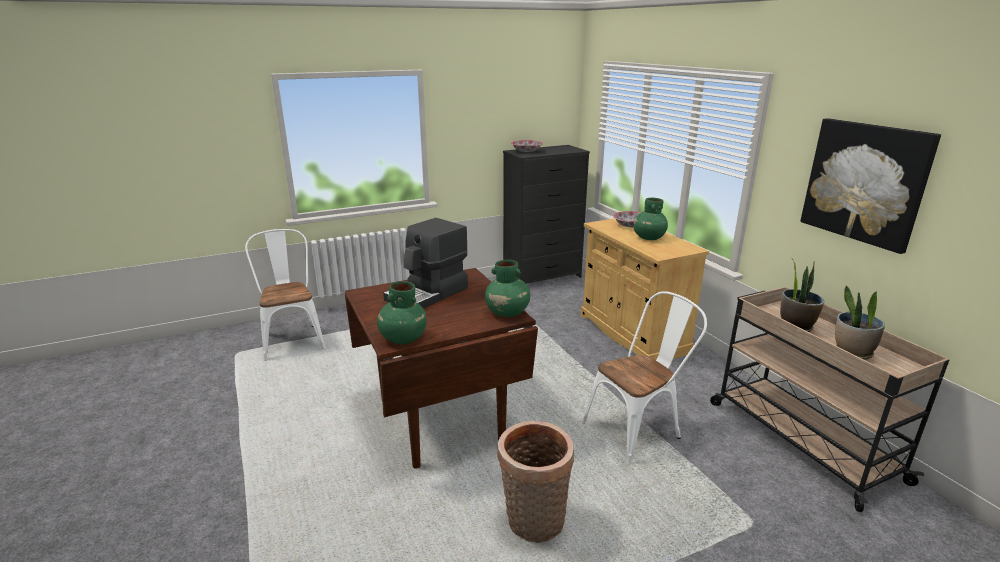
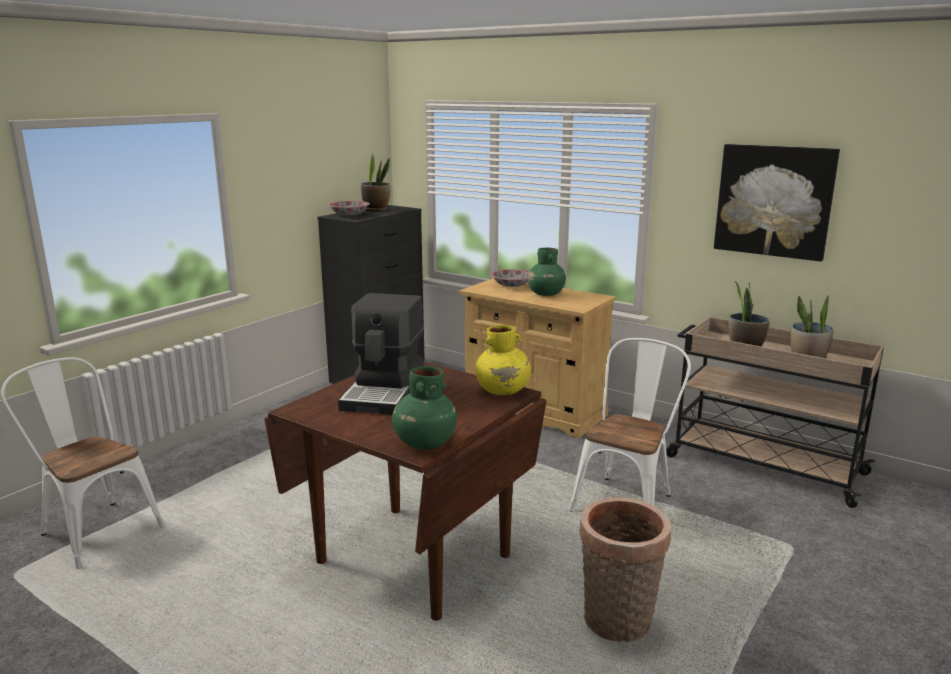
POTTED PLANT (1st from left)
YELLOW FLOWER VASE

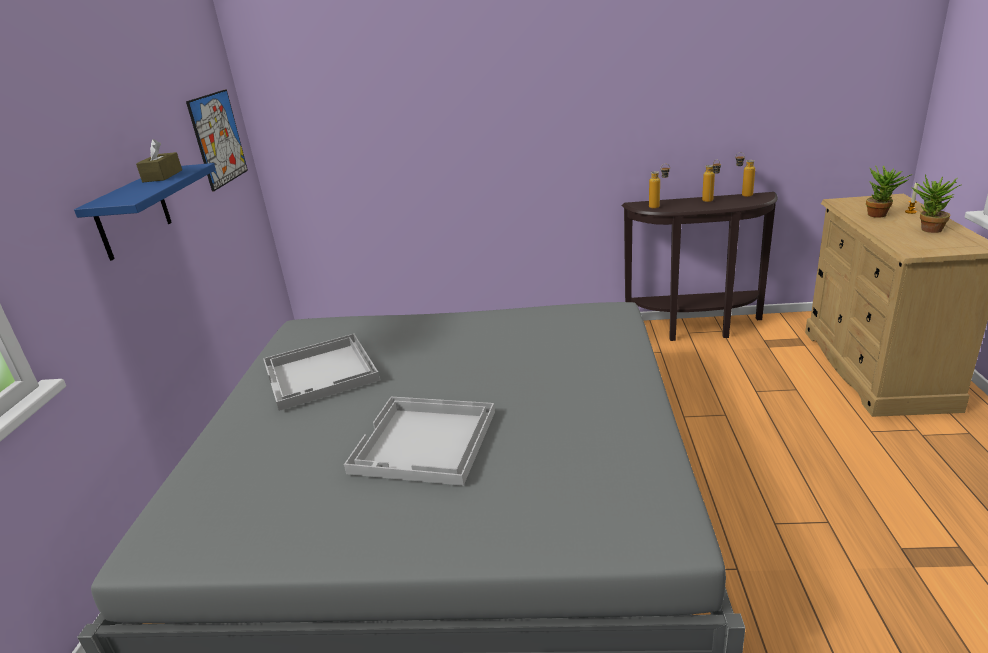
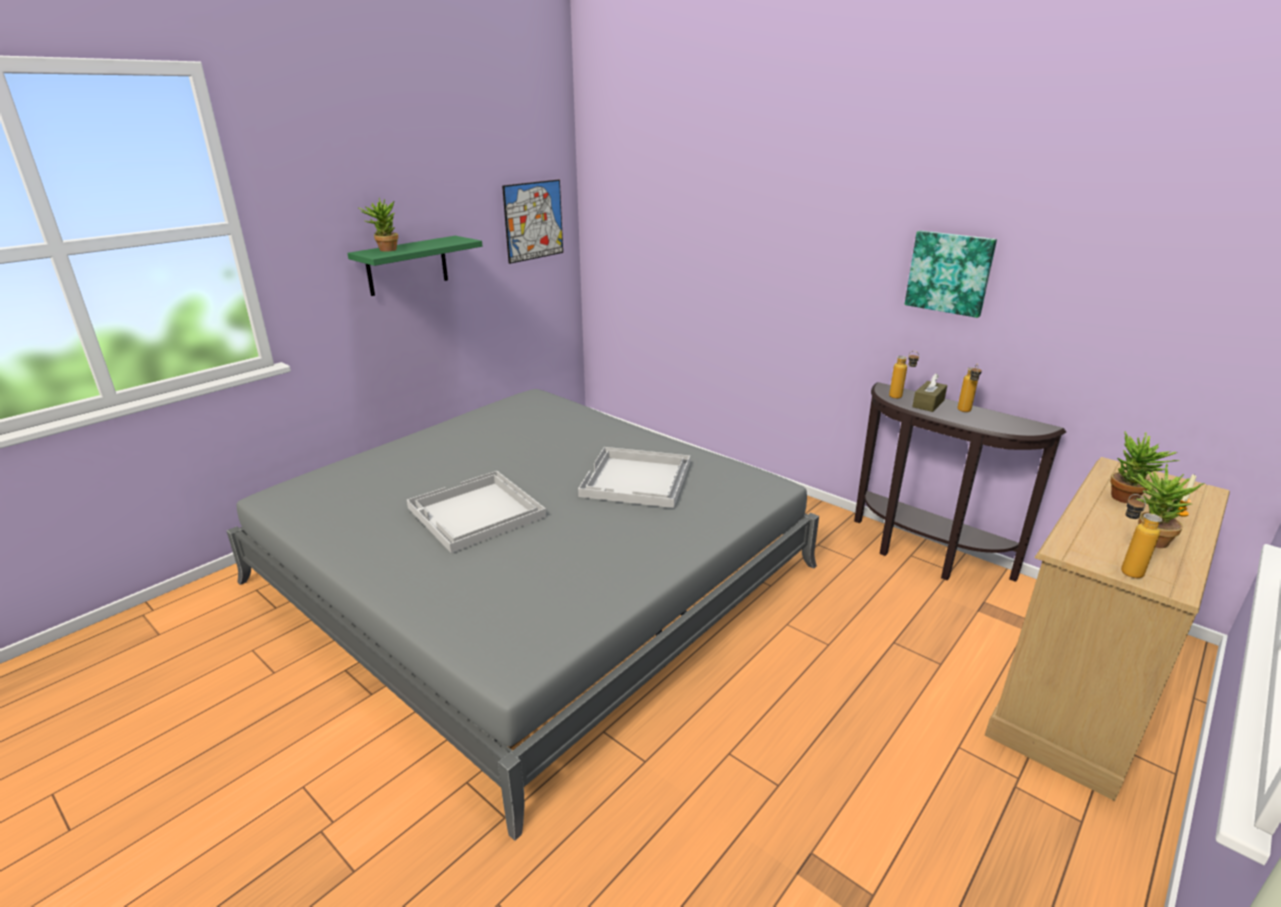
GREEN-COLOURED WALL SHELF
POTTED PLANT (1st from left)
WHITE SERVING TRAY (2nd from left)
WALL PICTURE (2nd from left)
BROWN-COLOURED BOX OF TISSUES
DRINK BOTTLE (3rd from left)

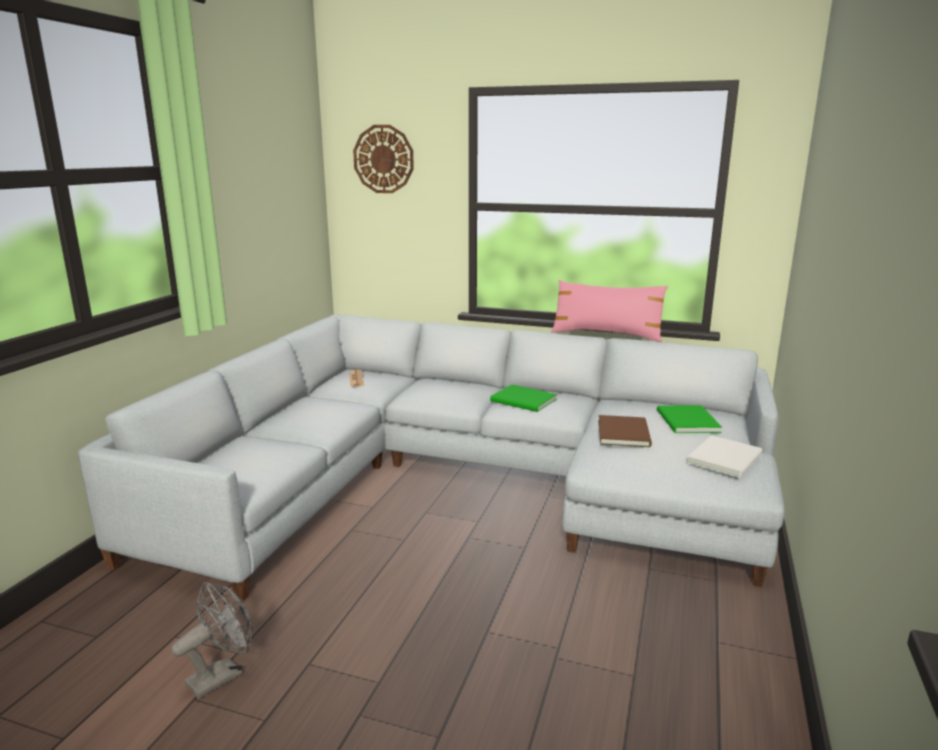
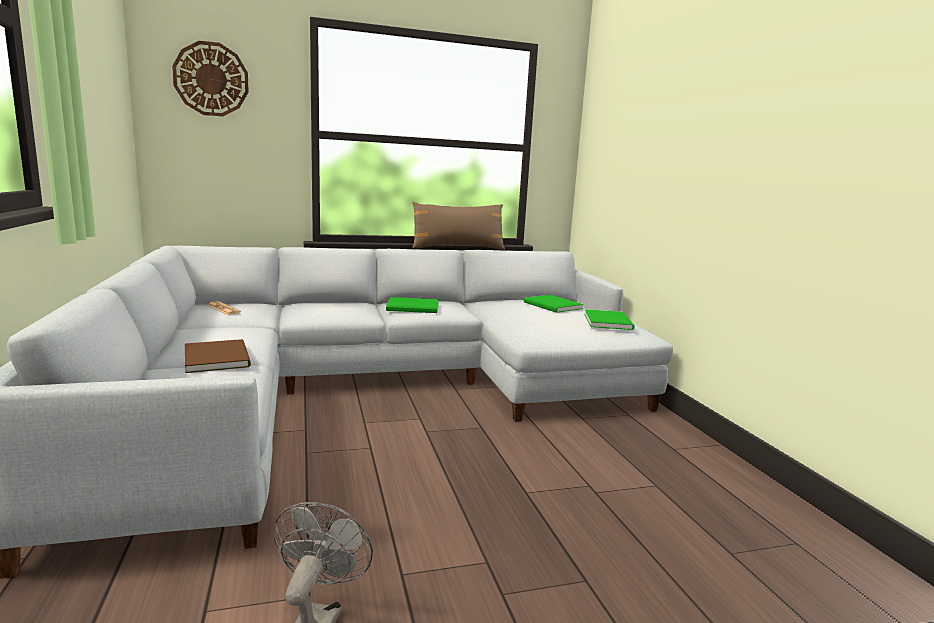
BROWN-COLOURED VOLUME
BROWN-COLOURED THROW PILLOW
GREEN-COLOURED VOLUME (3rd from left)

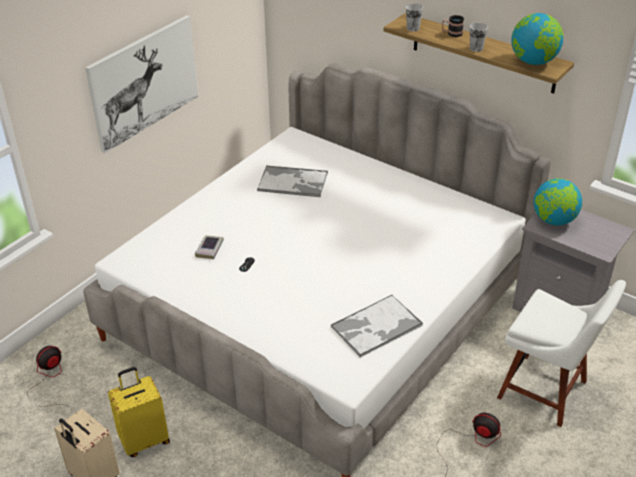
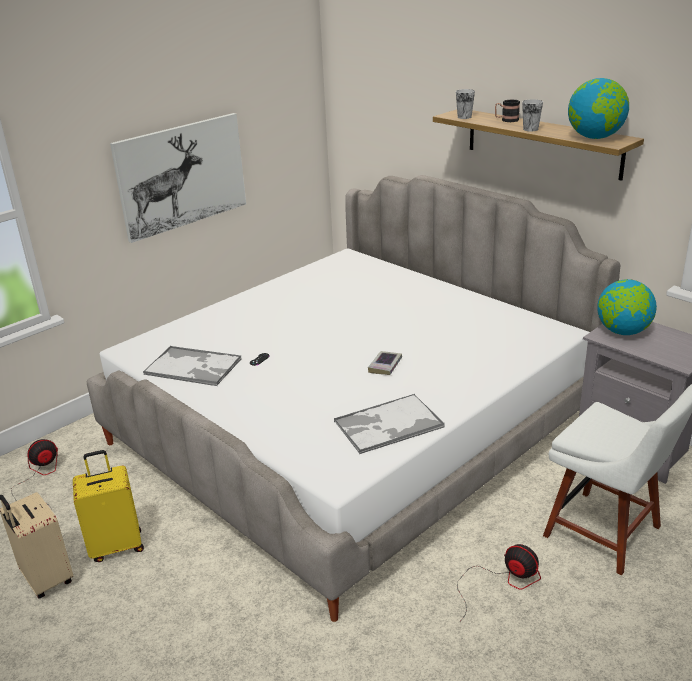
SERVING TRAY (1st from left)
VOLUME

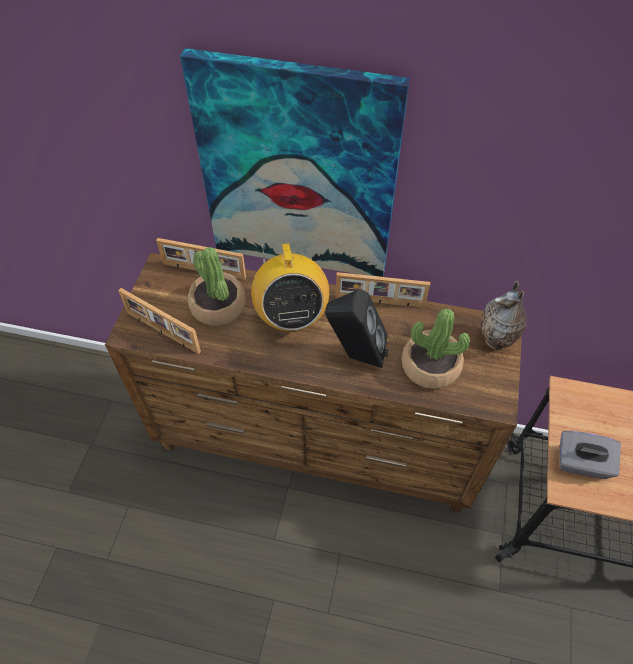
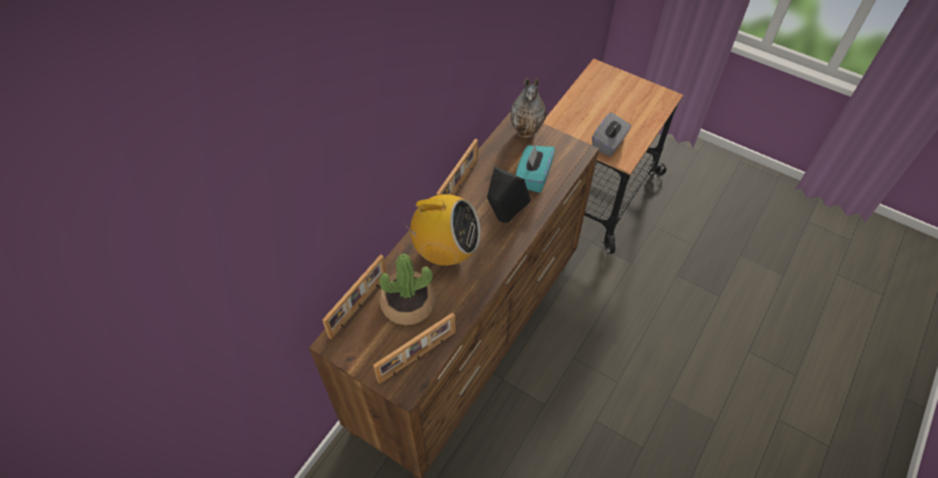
BLUE-GREEN BOX OF TISSUES
WALL PICTURE

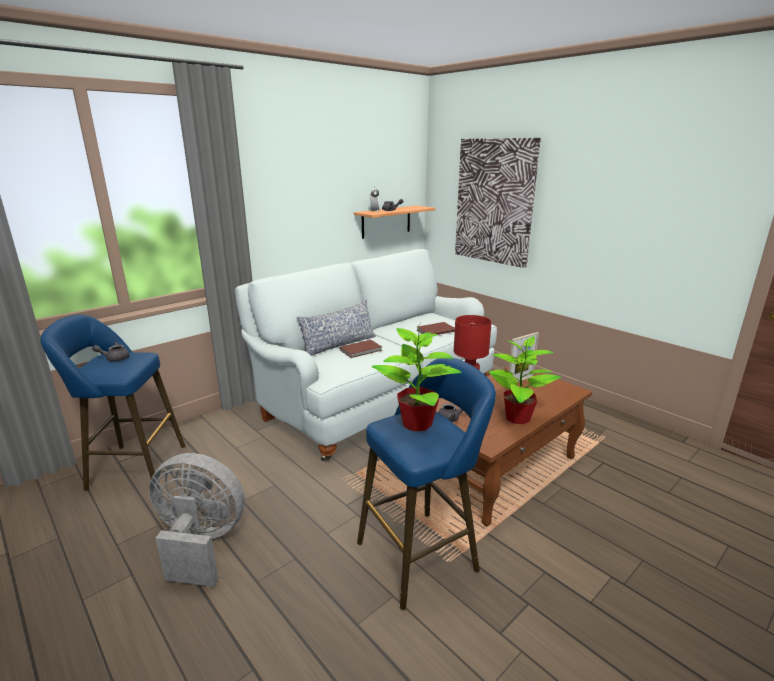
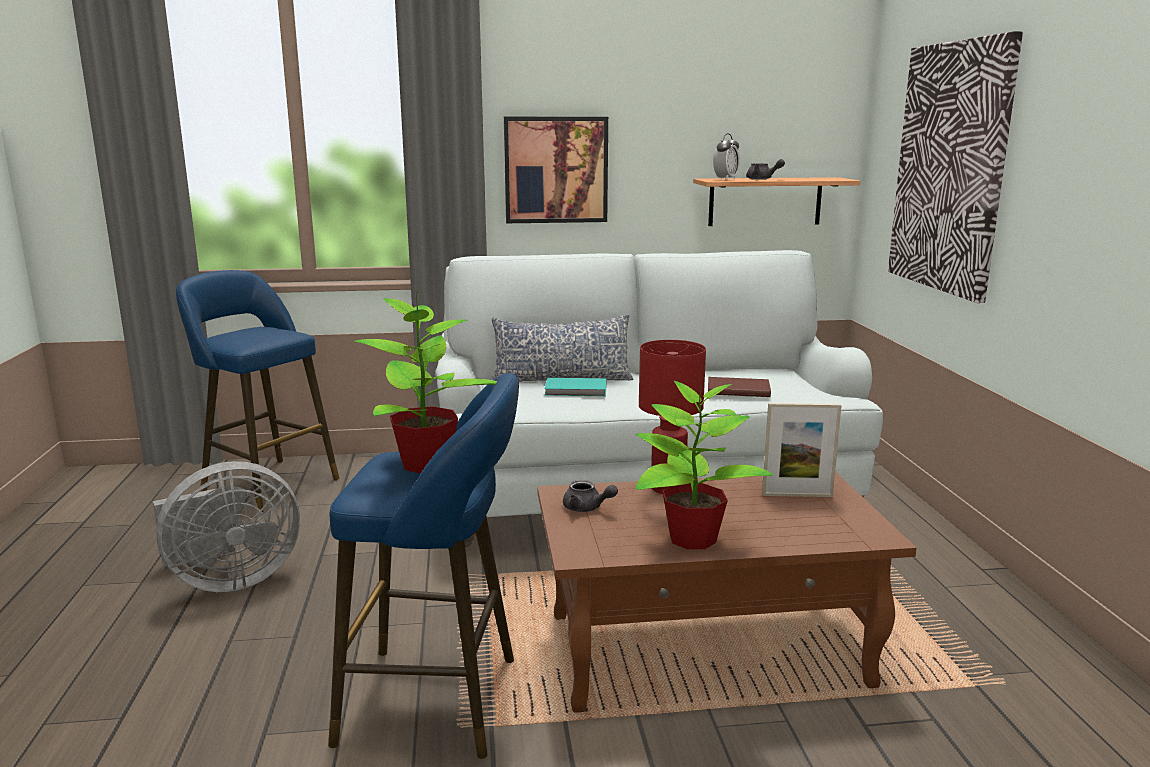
GRAY COOLING FAN
WALL PICTURE (1st from left)
BLUE-GREEN VOLUME
GRAY TEAPOT (1st from left in the first image)

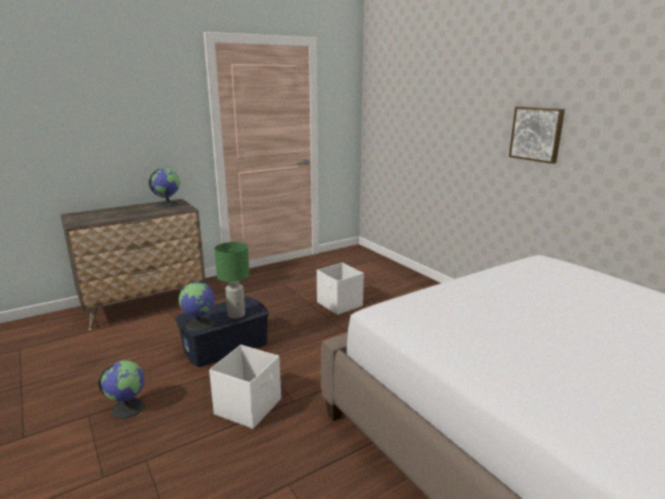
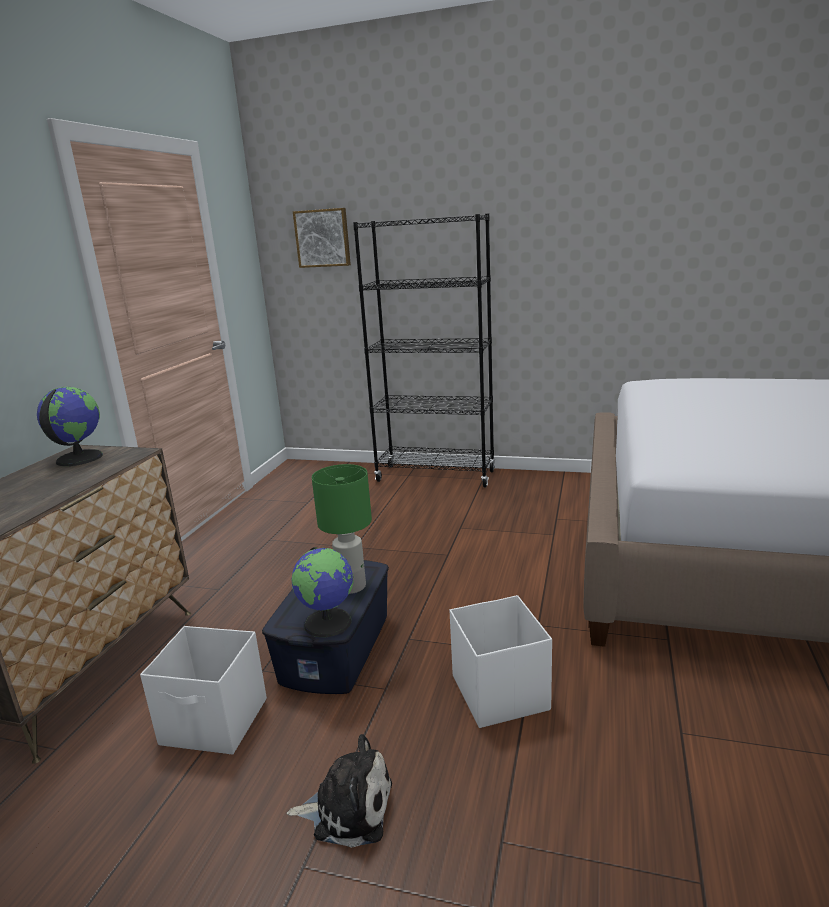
WHITE STORAGE BIN (1st from left)
PLUSH TOY
WALL PICTURE
BLACK-COLOURED SHELVING UNIT

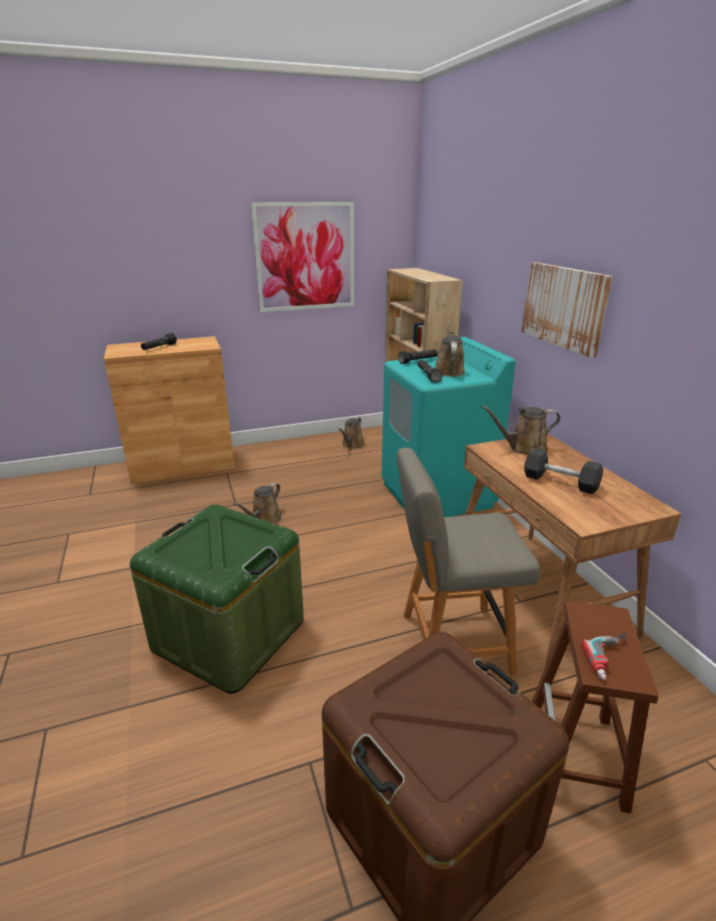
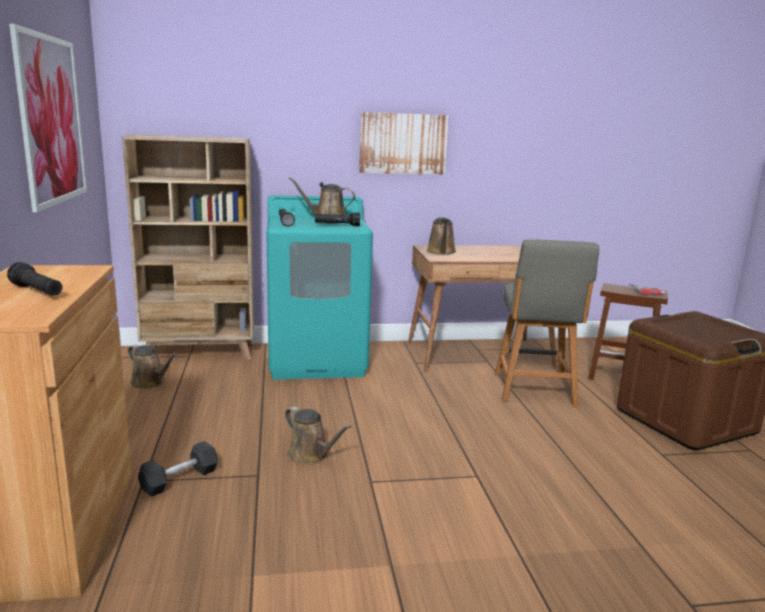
GRAY DUMBBELL
GREEN-COLOURED STORAGE BIN

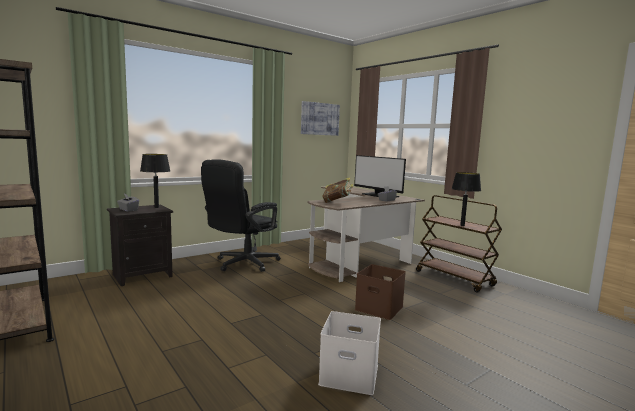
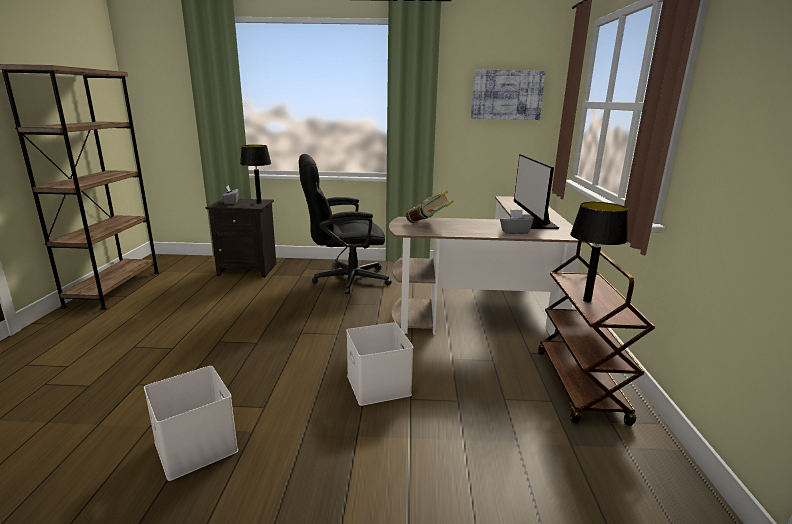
WHITE STORAGE BIN (2nd from left)

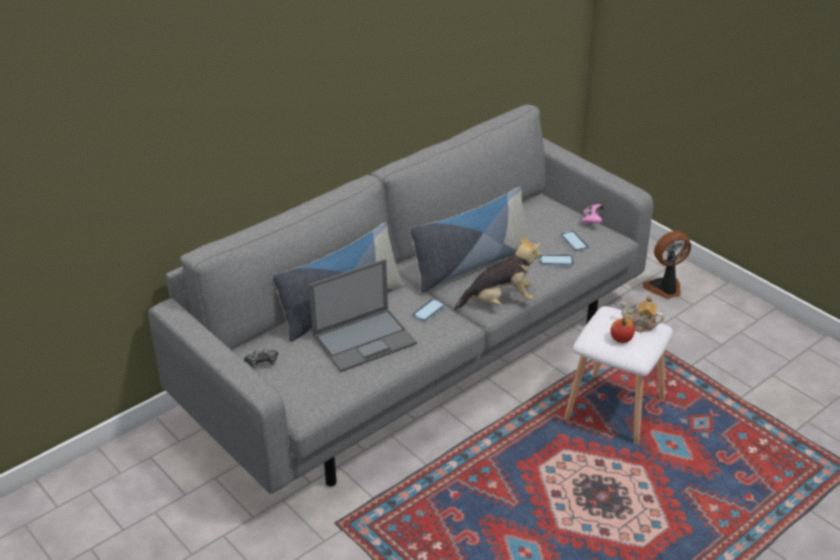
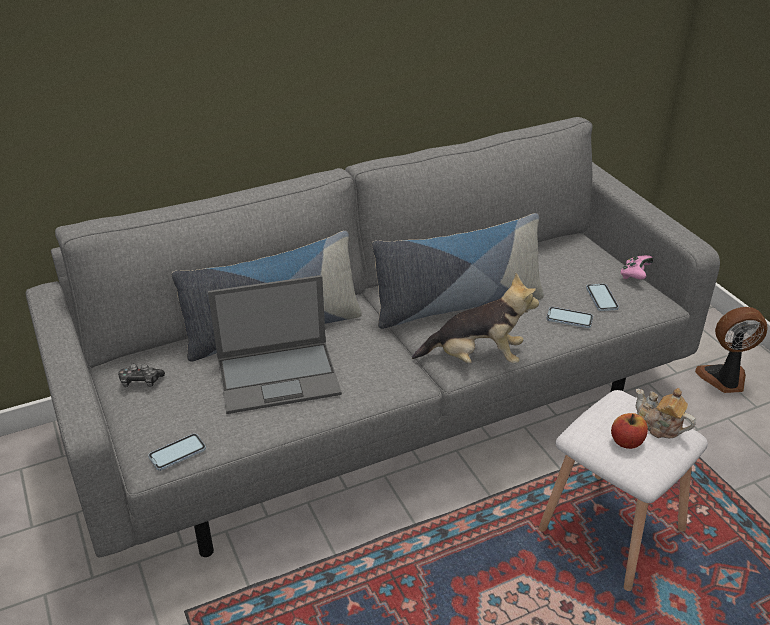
HANDSET (1st from left)

